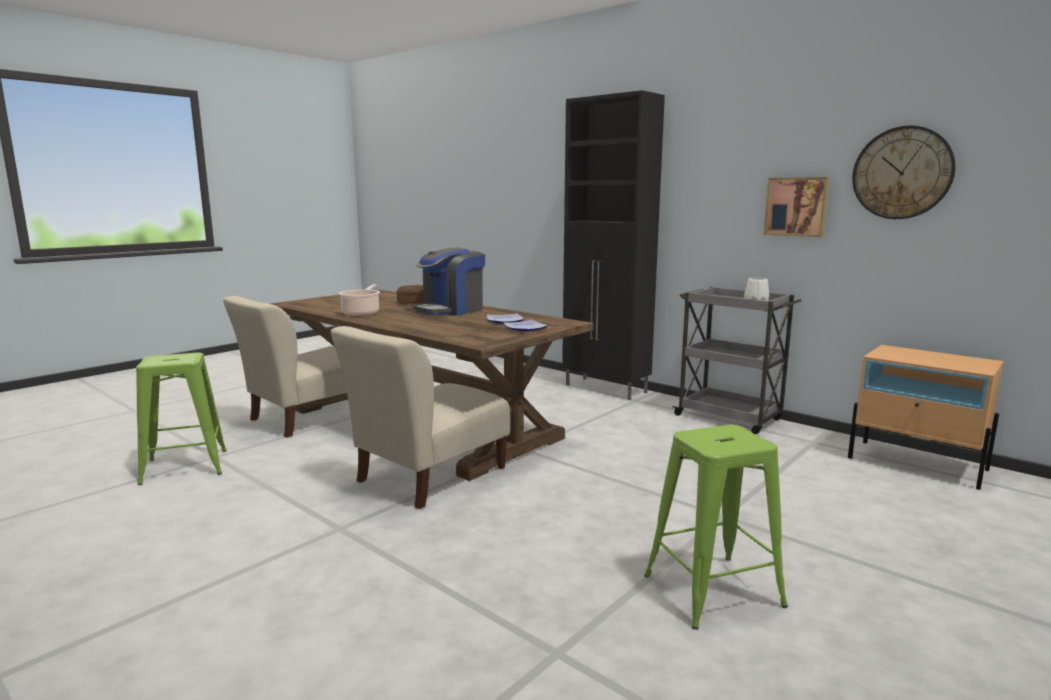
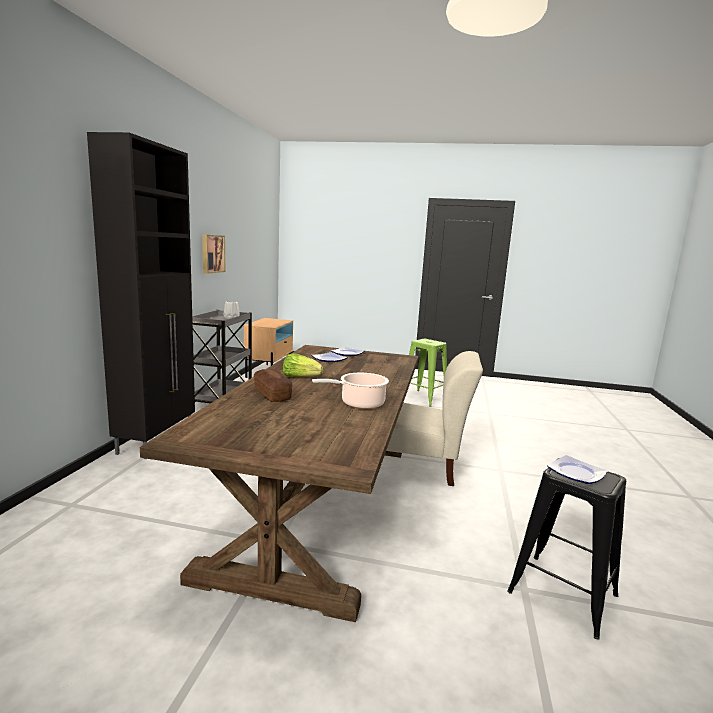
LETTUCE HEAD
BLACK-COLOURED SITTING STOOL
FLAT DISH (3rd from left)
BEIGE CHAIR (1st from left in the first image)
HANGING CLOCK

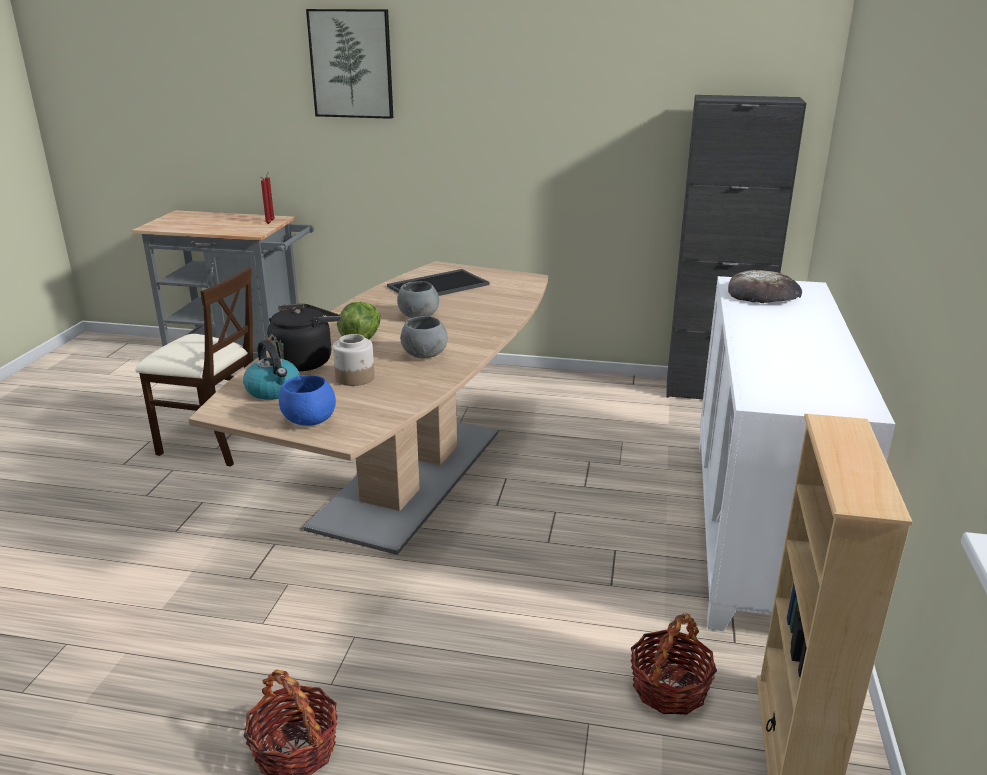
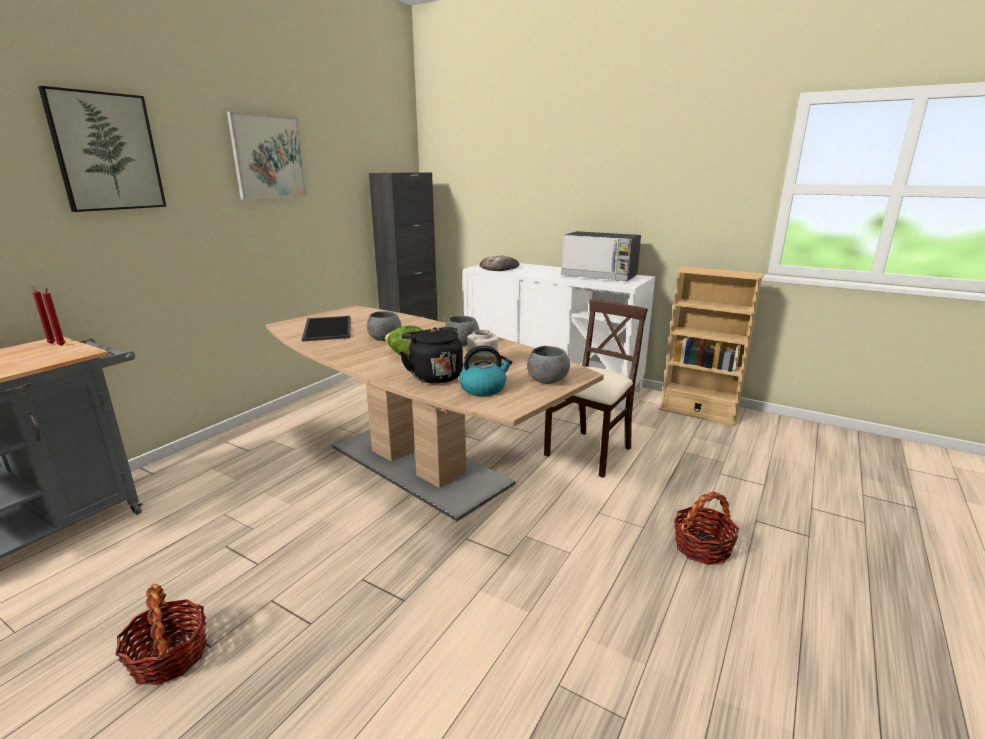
HOUSEHOLD BASKET (1st from left)
WALL PICTURE (2nd from left)
GRAY DEEP DISH (3rd from left)
BEIGE CHAIR
MICROWAVE OVEN

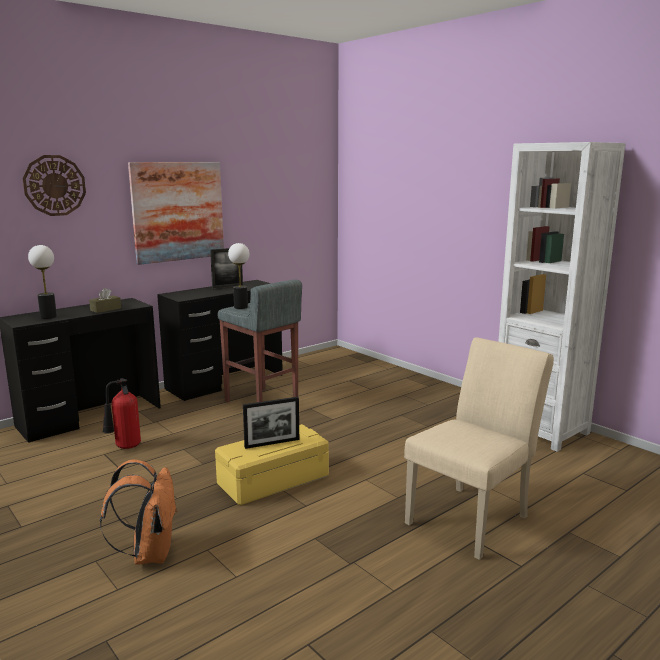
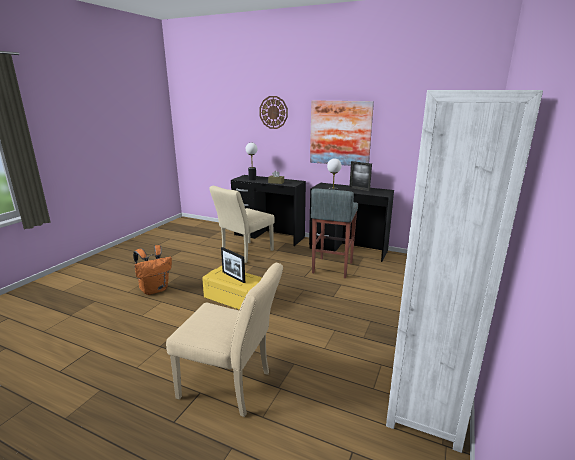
BEIGE CHAIR (2nd from left)

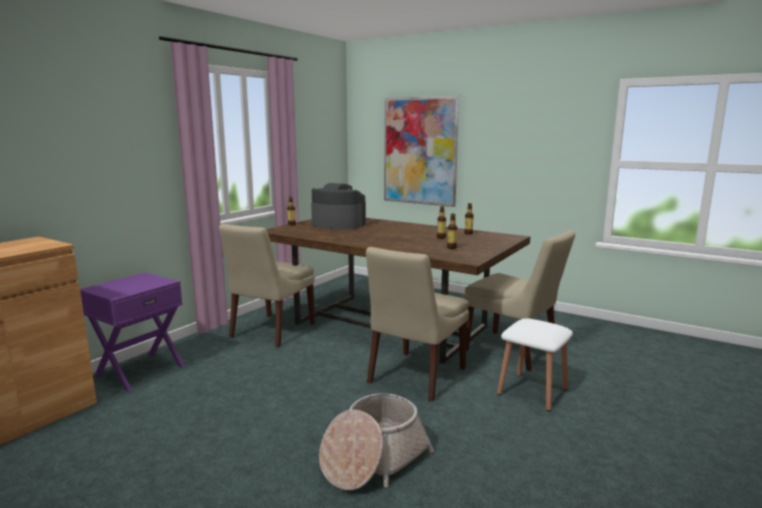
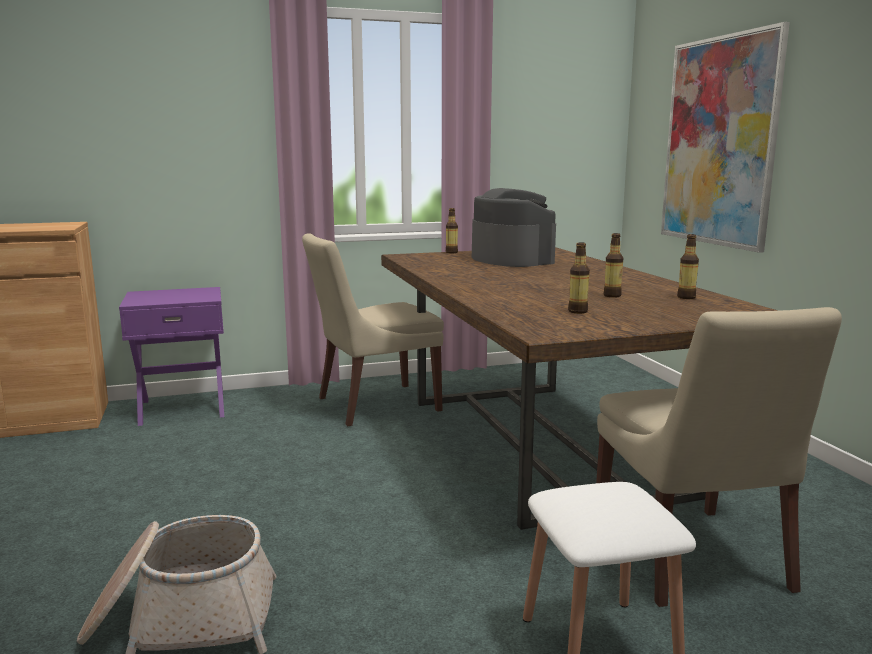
BEIGE CHAIR (2nd from left in the first image)

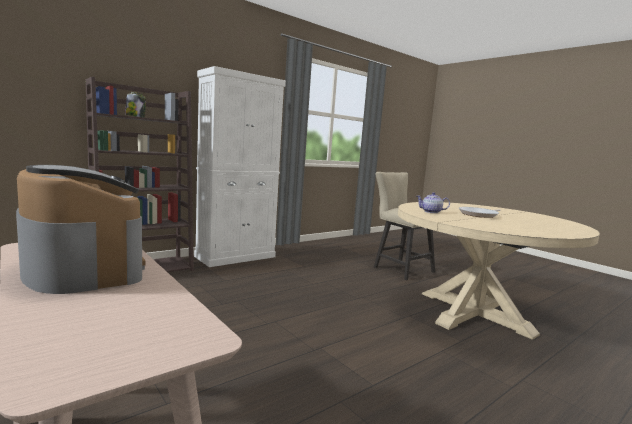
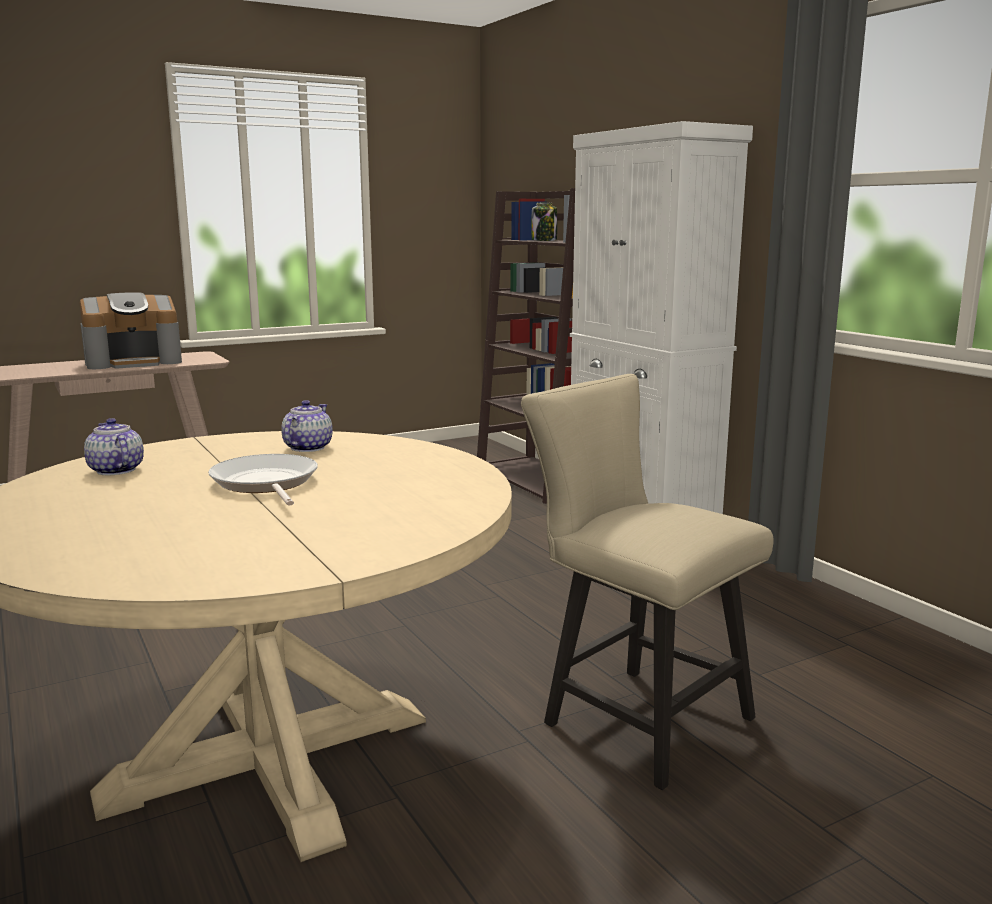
TEAPOT (1st from left)
BEIGE CHAIR

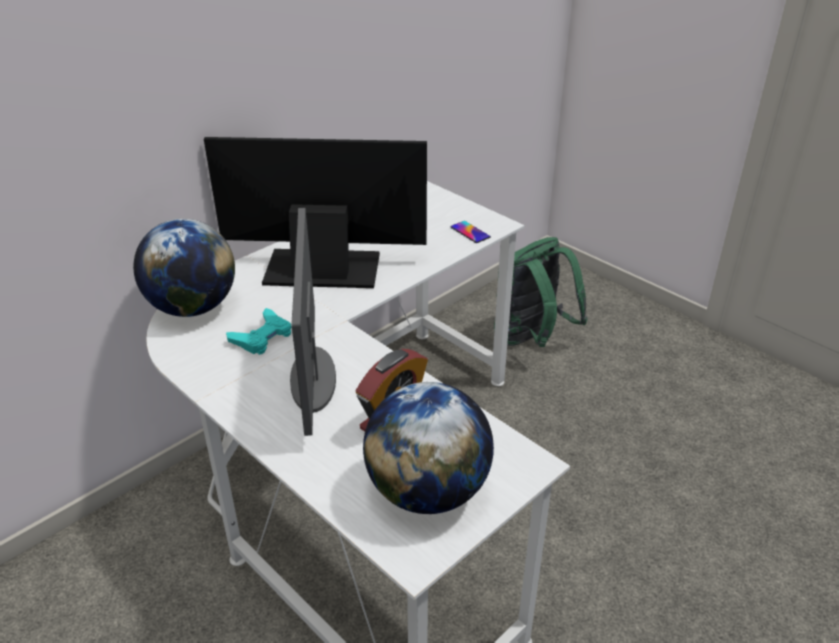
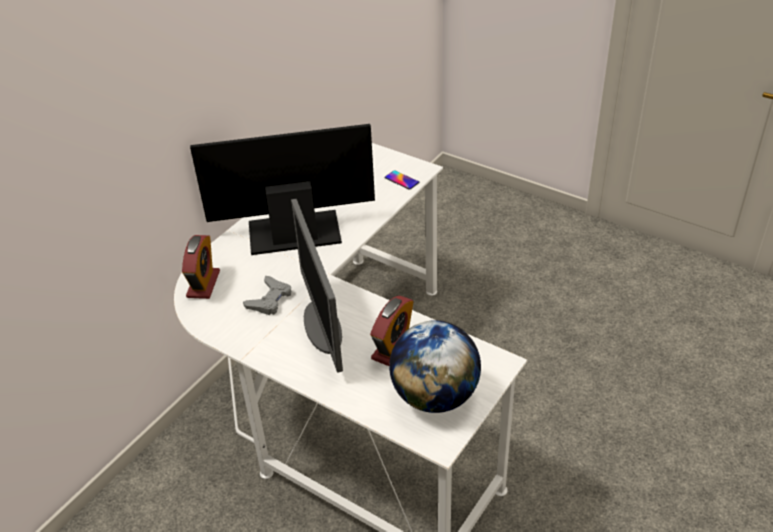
BEDSIDE CLOCK (1st from left)
GRAY GAMEPAD
GREEN-COLOURED BACKPACK

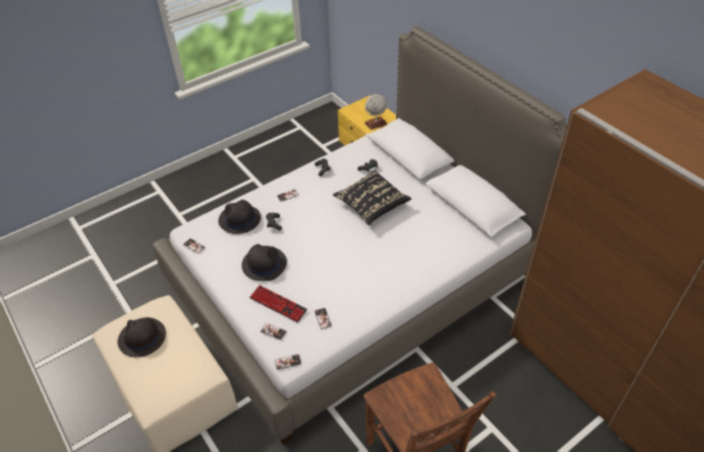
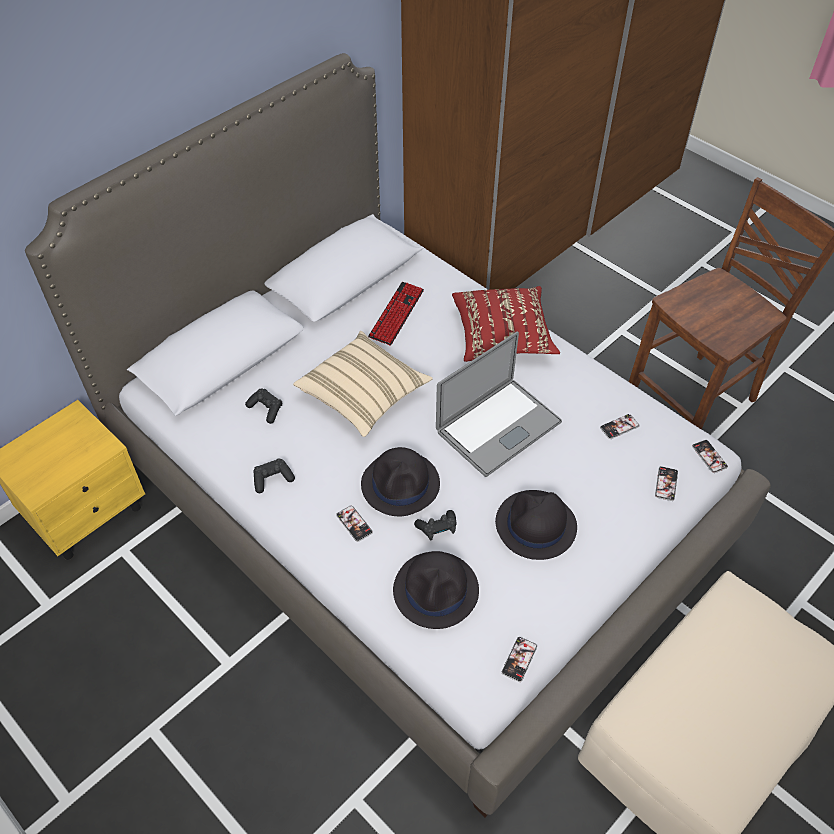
BEIGE THROW PILLOW
BLACK-COLOURED CLOTHING HAT (1st from left)
KEYBOARD
NOTEBOOK COMPUTER
RED-COLOURED THROW PILLOW
GLOBE

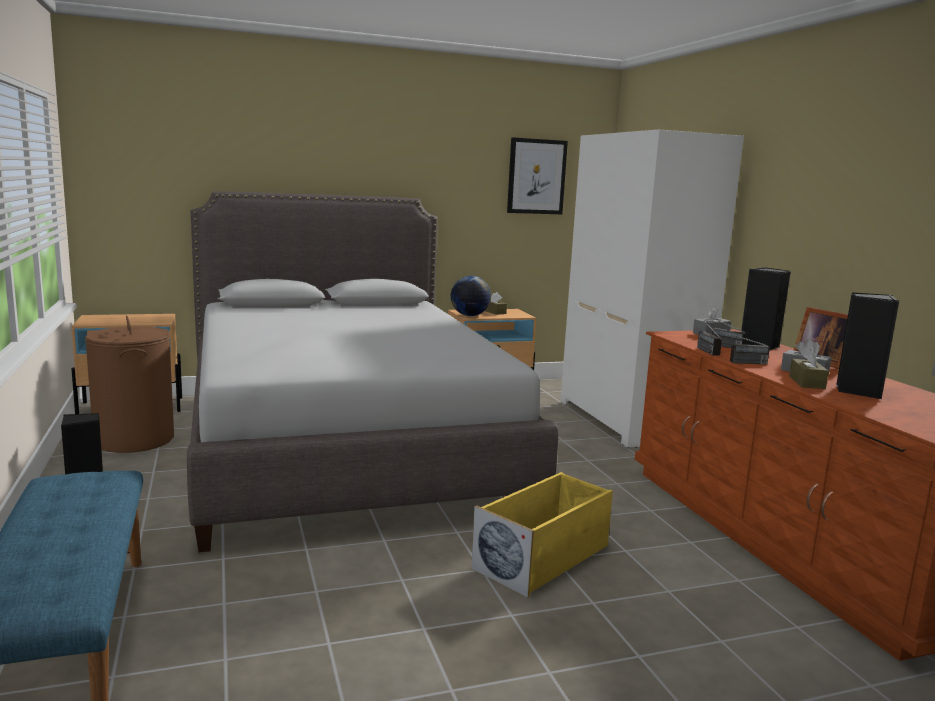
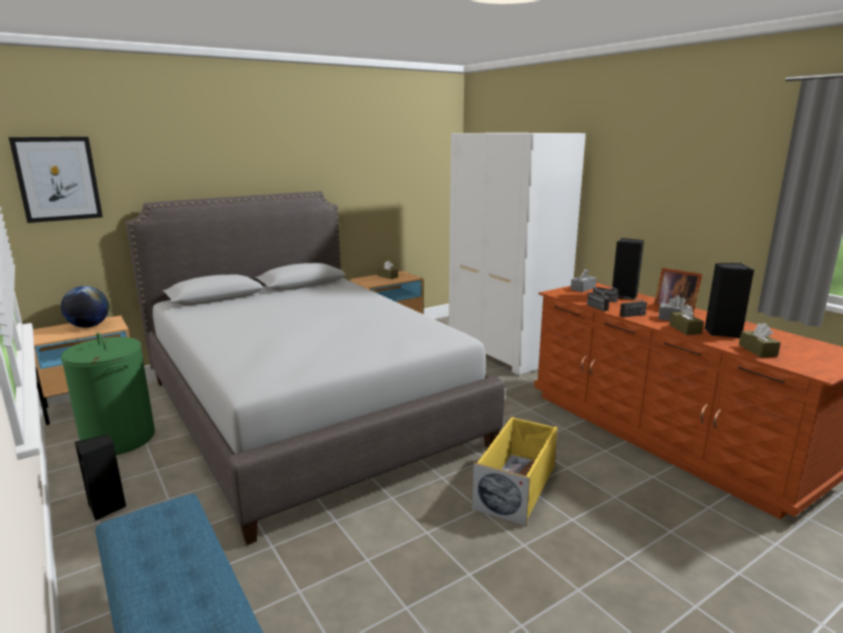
WALL PICTURE
GLOBE
GREEN-COLOURED HAMPER
BROWN-COLOURED BOX OF TISSUES (3rd from left)

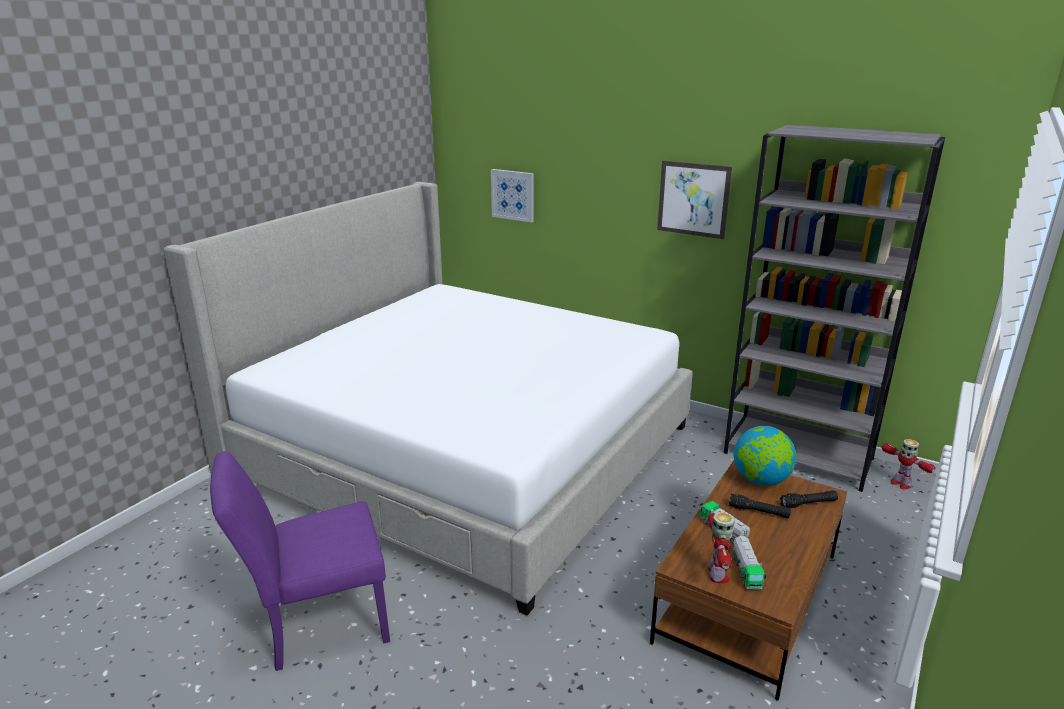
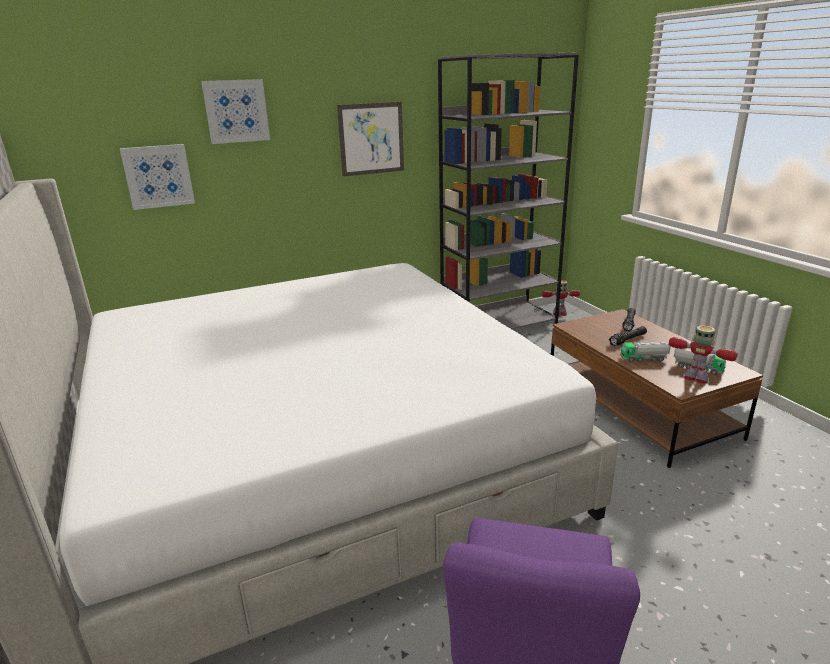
WALL PICTURE (2nd from left)
GLOBE

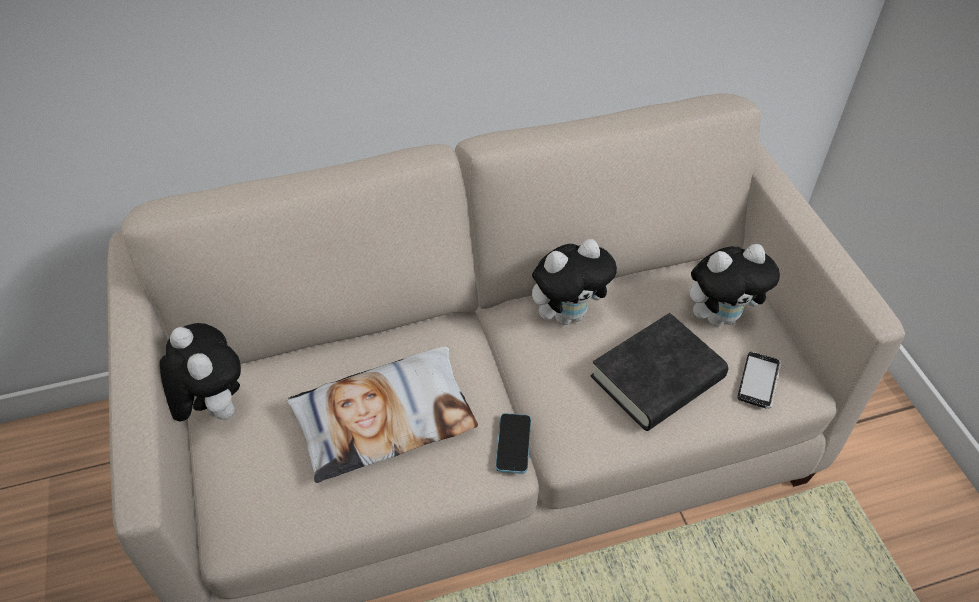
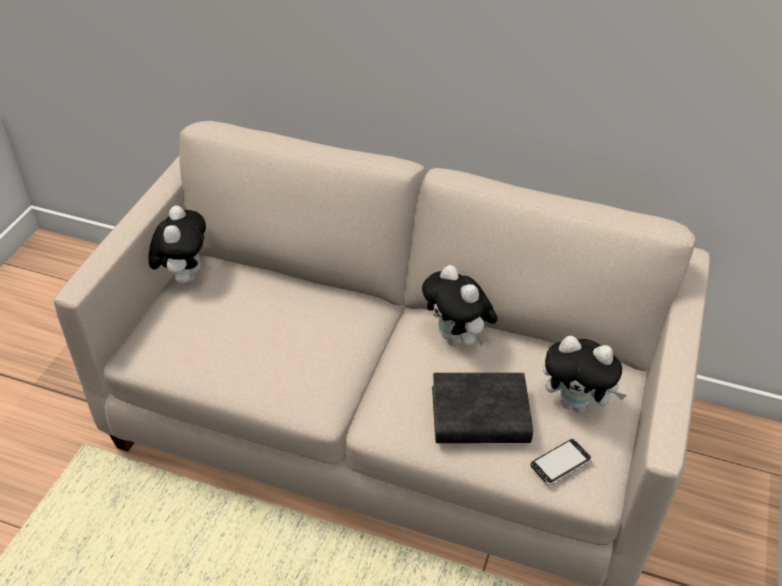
PLUSH TOY (2nd from left)
THROW PILLOW
HANDSET (1st from left in the first image)

